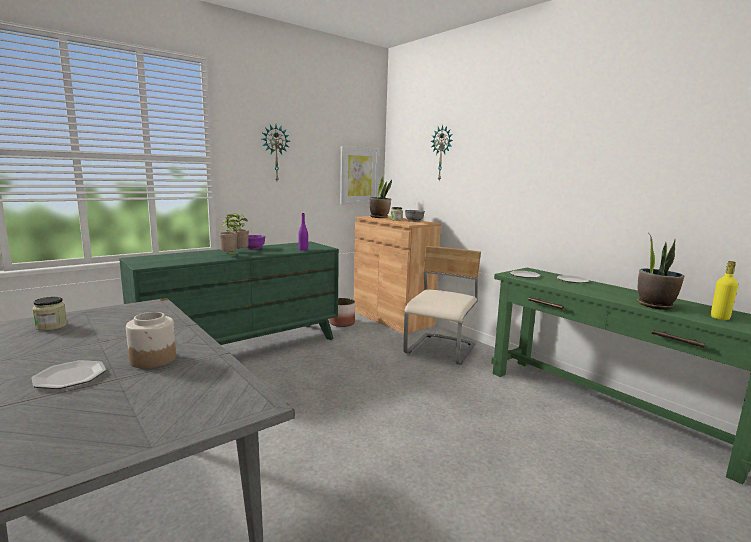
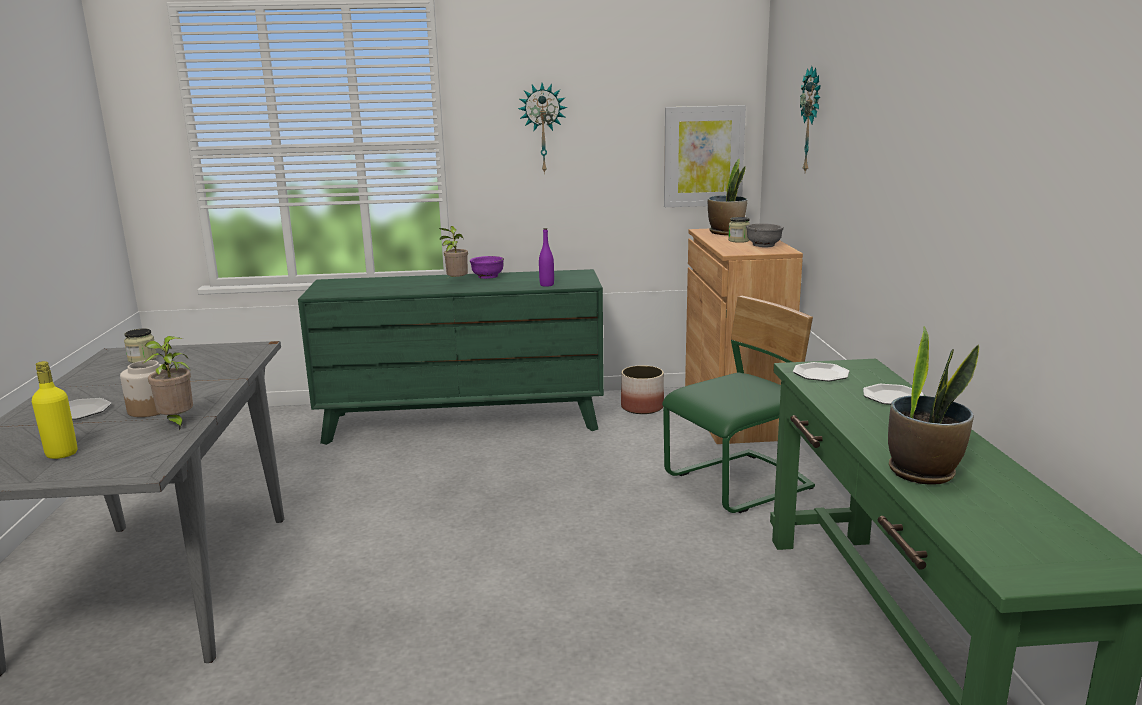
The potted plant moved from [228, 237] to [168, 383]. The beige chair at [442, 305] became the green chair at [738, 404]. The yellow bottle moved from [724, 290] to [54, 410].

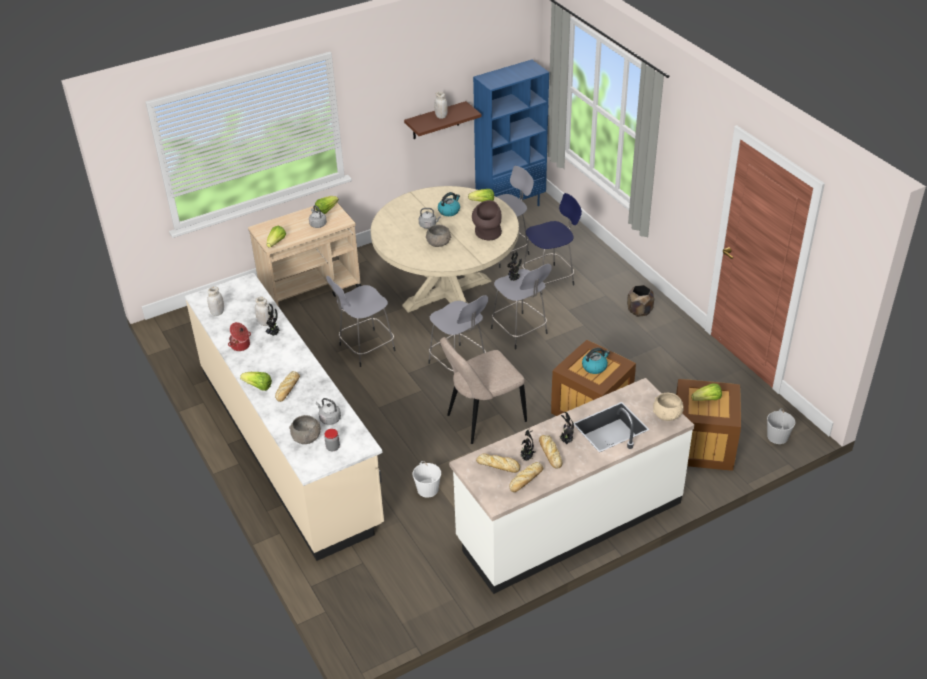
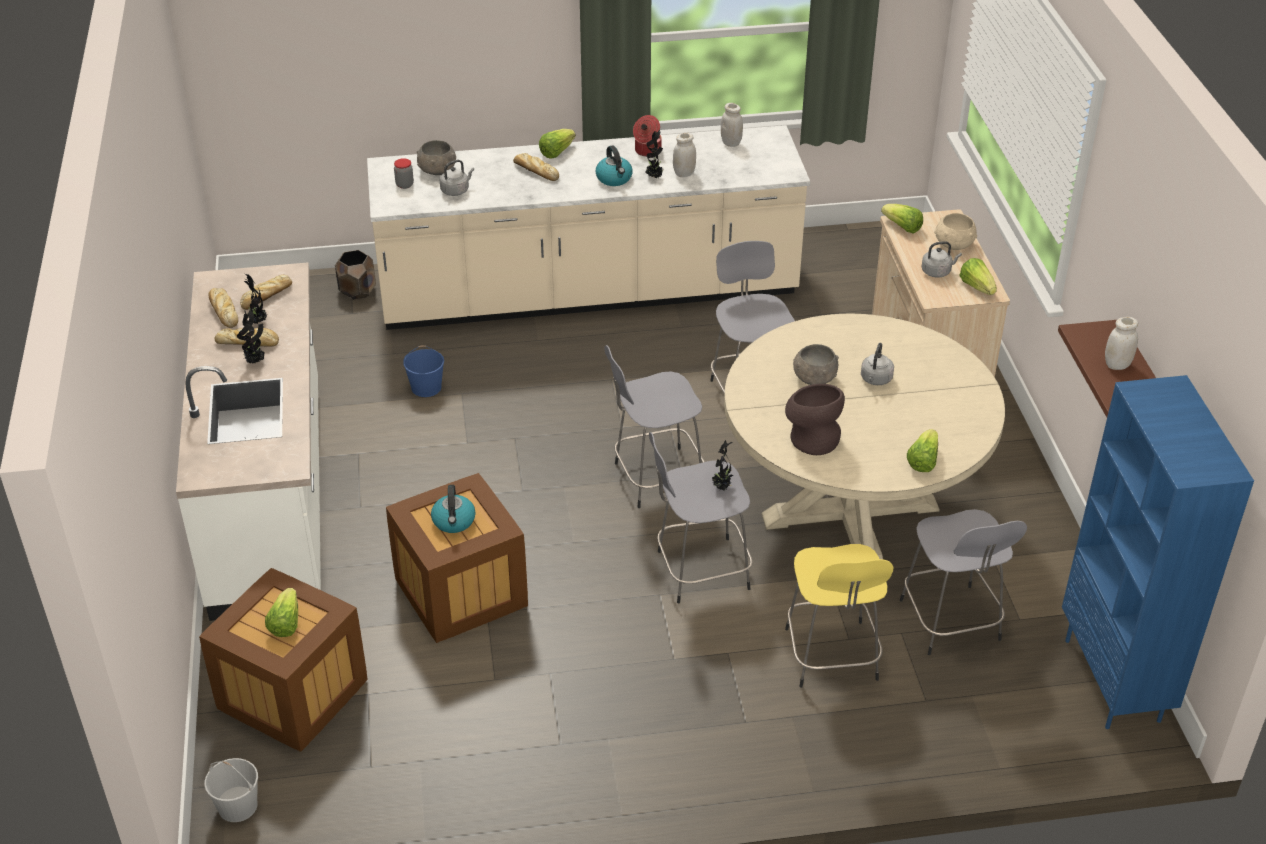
The white bucket at [426, 479] became the blue bucket at [423, 371]. The kettle moved from [449, 204] to [614, 165]. The beige chair at [483, 390] disappeared. The blue stool at [552, 243] became the yellow stool at [839, 616]. The brown planter moved from [640, 301] to [355, 275]. The beige bowl moved from [668, 407] to [955, 231].

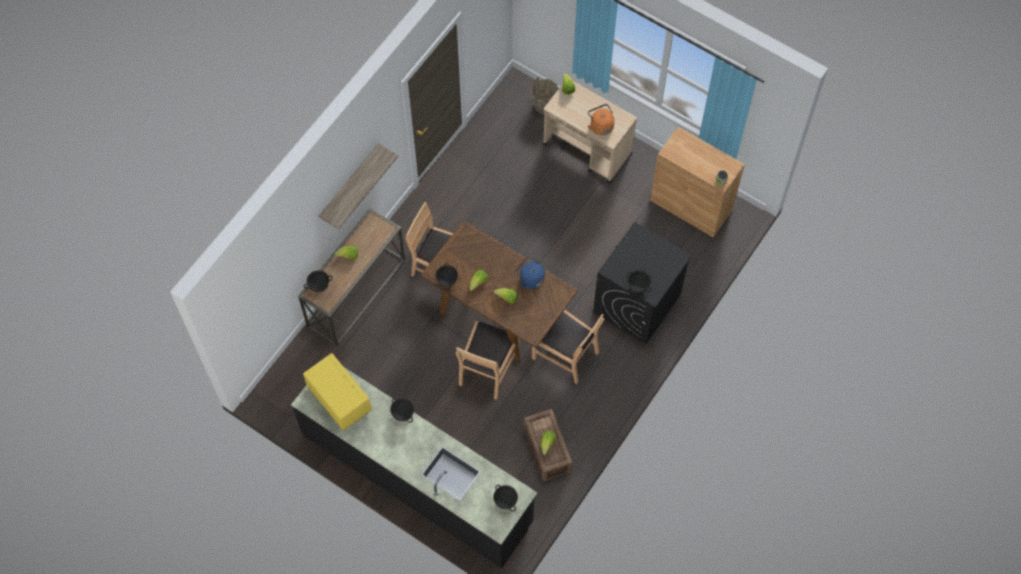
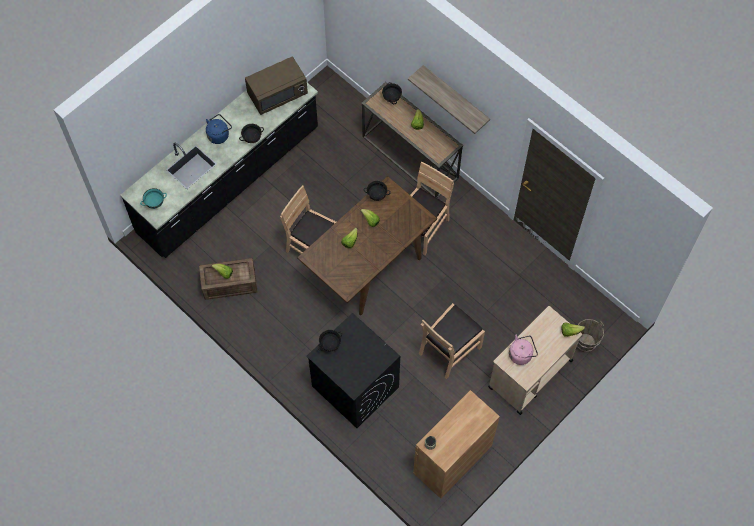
The yellow microwave at [337, 392] became the brown microwave at [276, 85]. The black bowl at [505, 498] became the turquoise bowl at [153, 198]. The blue kettle moved from [530, 272] to [219, 129]. The brown chair moved from [568, 347] to [452, 341]. The orange kettle at [601, 119] became the pink kettle at [523, 350].

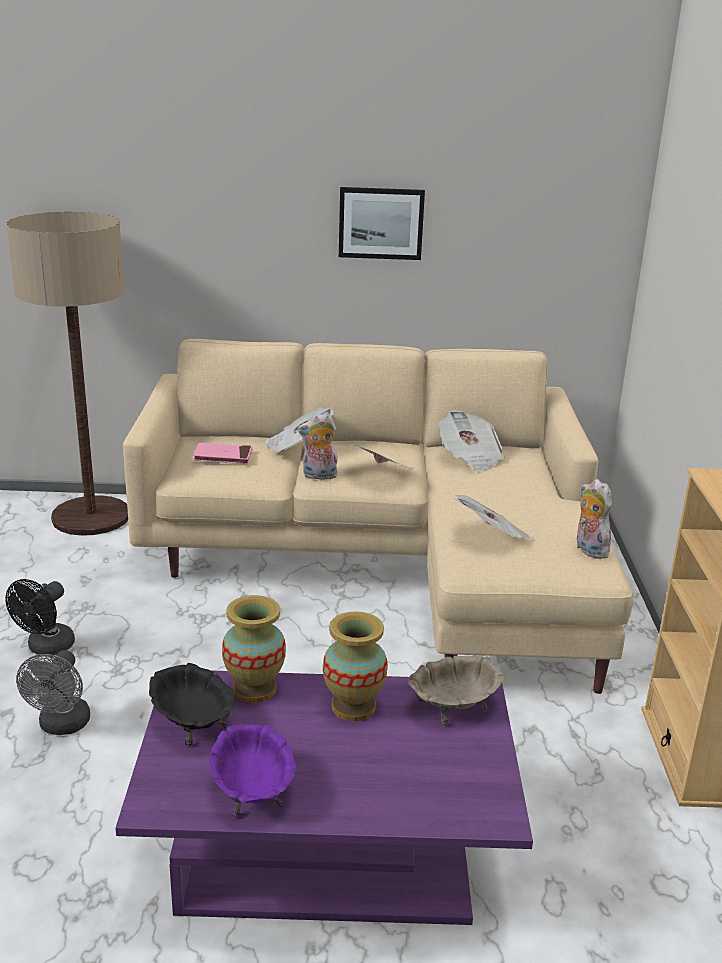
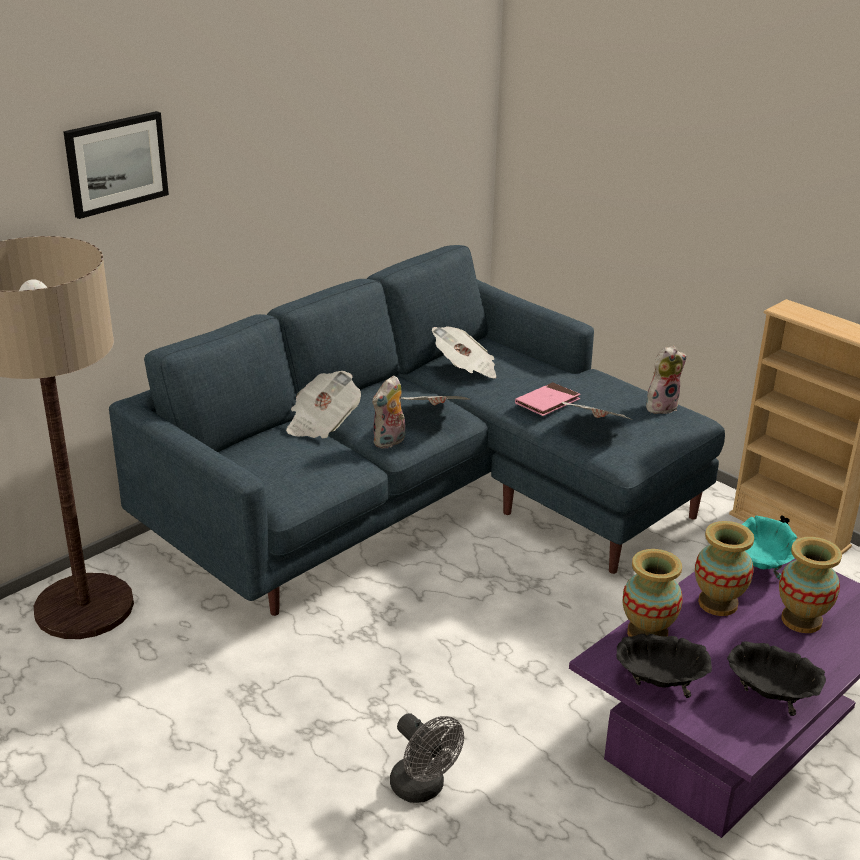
The black fan at [40, 617] disappeared. The beige sofa at [378, 516] became the blue sofa at [417, 430]. The pink book moved from [222, 453] to [547, 399]. The purple bowl at [252, 770] became the black bowl at [776, 679]. The picture moved from [382, 223] to [116, 165]. The beige bowl at [456, 690] became the turquoise bowl at [769, 548]. The plush toy at [594, 519] turned 135 degrees clockwise. The vase at [810, 585] appeared.

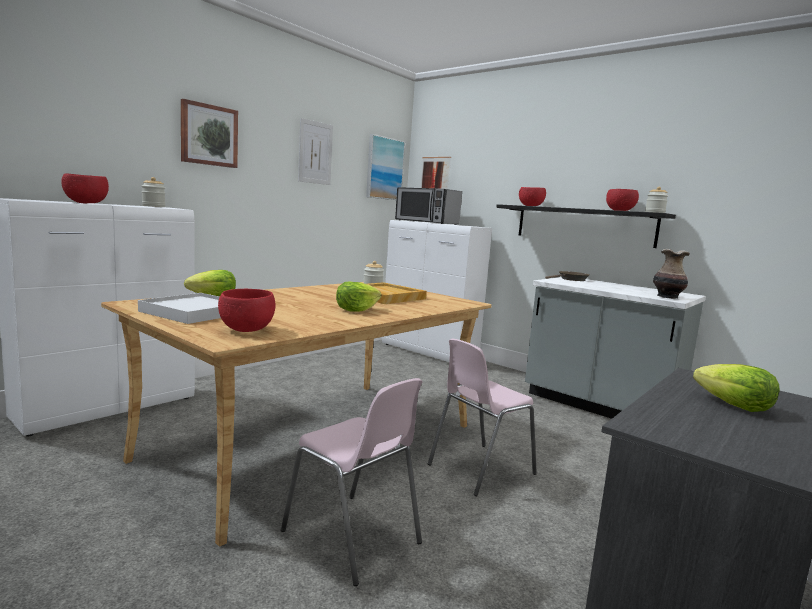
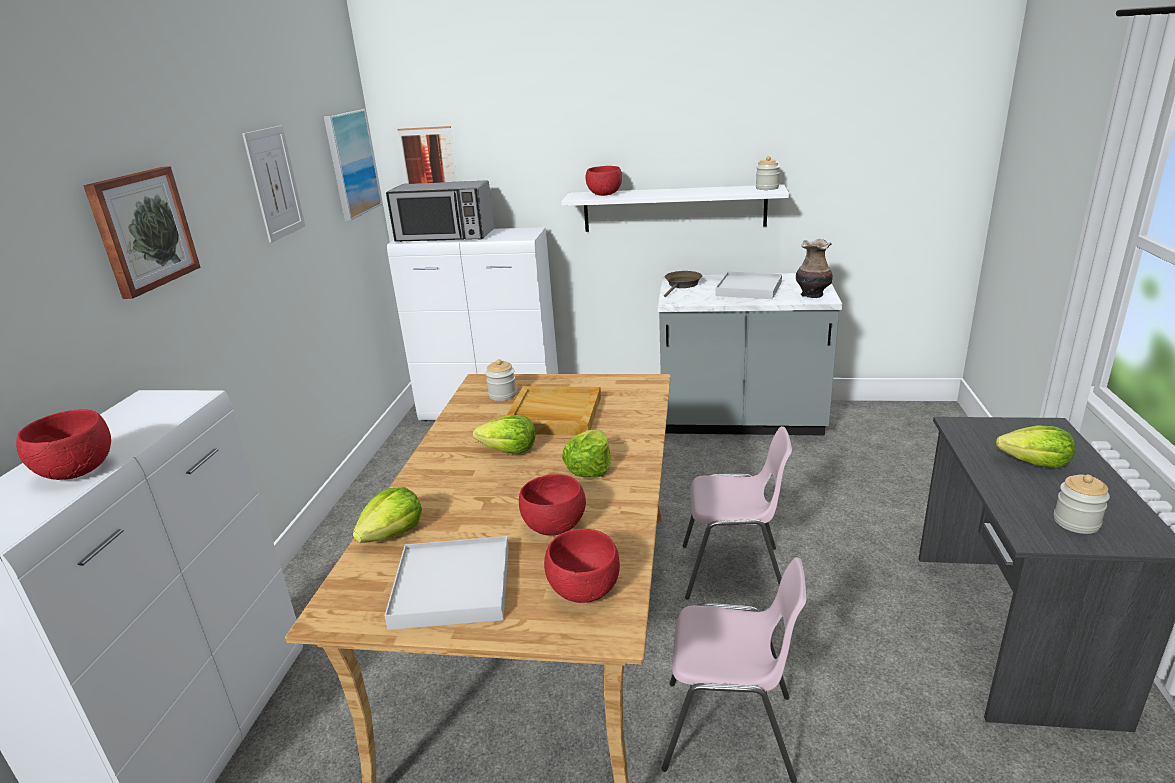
The jar moved from [154, 192] to [1082, 504]. The pink chair at [482, 417] turned 105 degrees counterclockwise. The black shelf at [586, 226] became the white shelf at [675, 208]. The red bowl moved from [622, 200] to [552, 505]. The lettuce at [504, 434] appeared. The white tray at [749, 285] appeared.

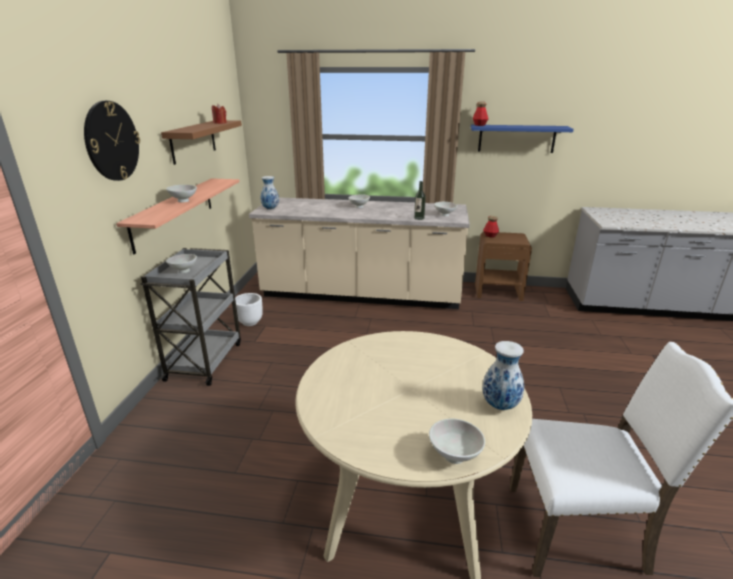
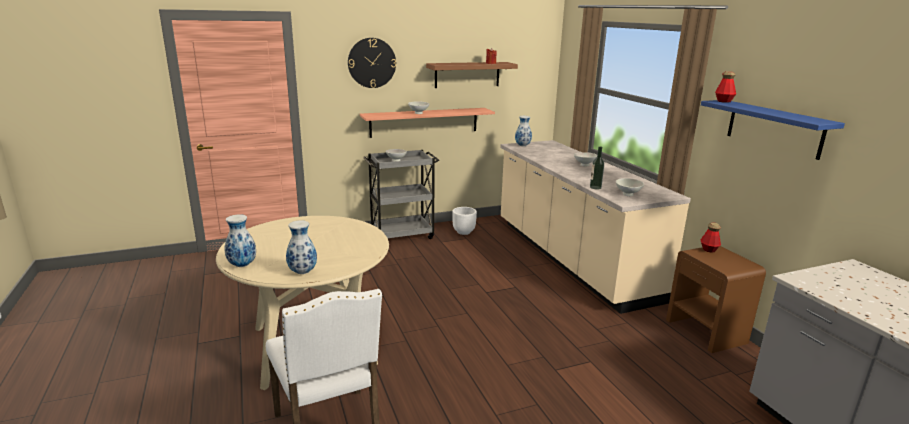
The white bowl at [457, 441] was replaced by the vase at [240, 241].

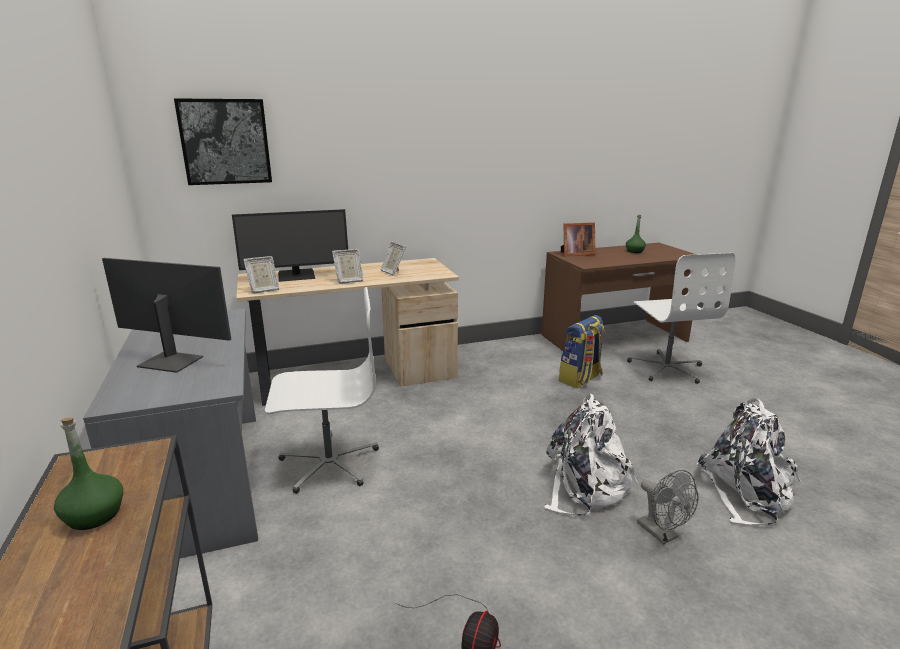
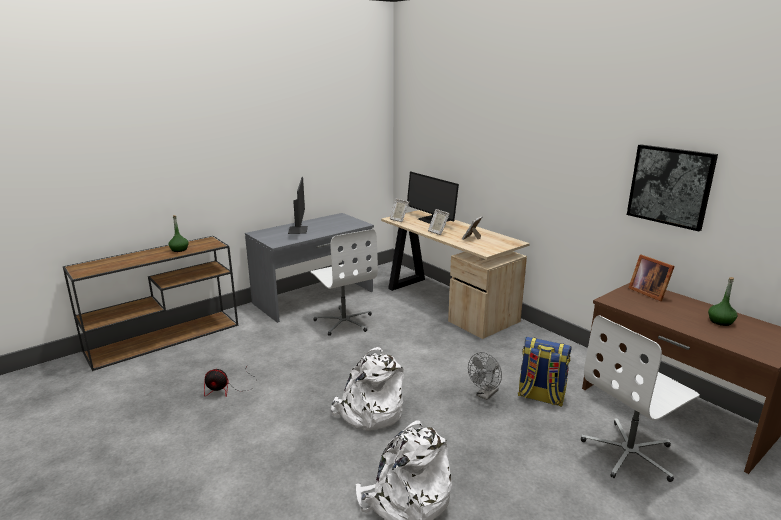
The picture moved from [223, 141] to [672, 187]. The grey fan moved from [668, 507] to [485, 376].

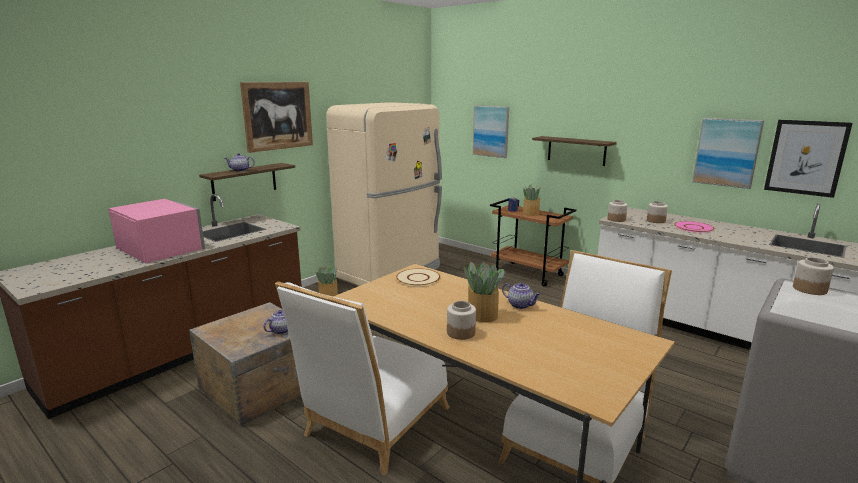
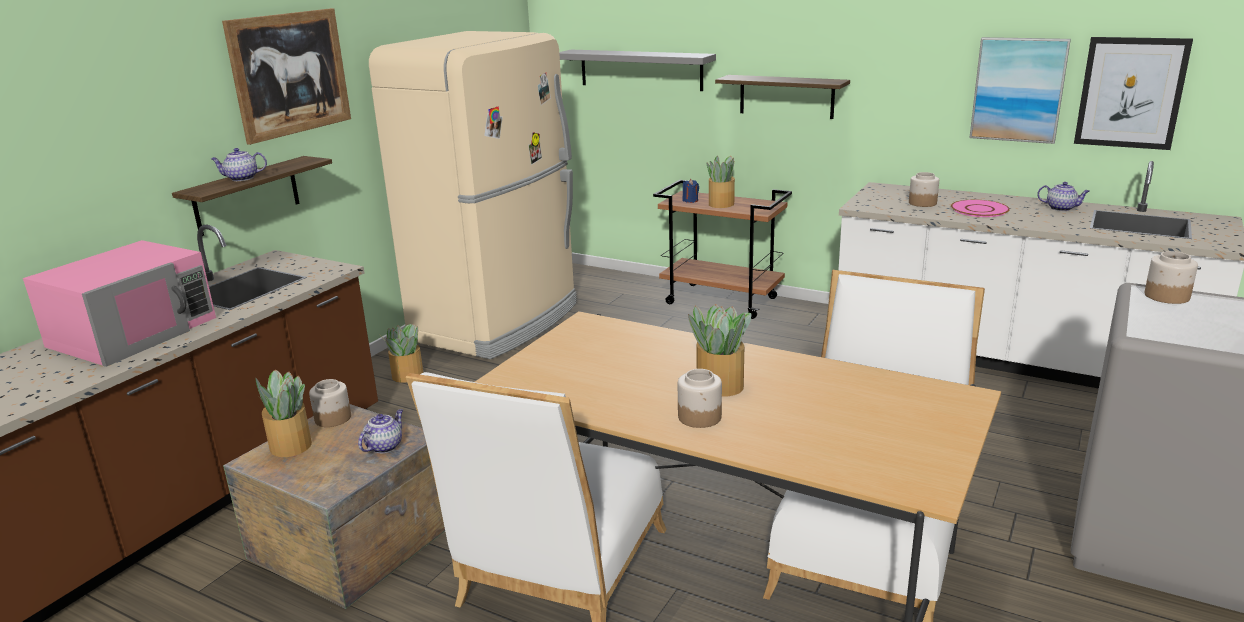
The pink microwave at [156, 231] turned 90 degrees clockwise. The beige plate at [418, 277] disappeared. The picture at [491, 131] was replaced by the grey shelf at [637, 70]. The teapot moved from [521, 295] to [1063, 196]. The jar moved from [617, 211] to [330, 403]. The potted plant at [284, 413] appeared.

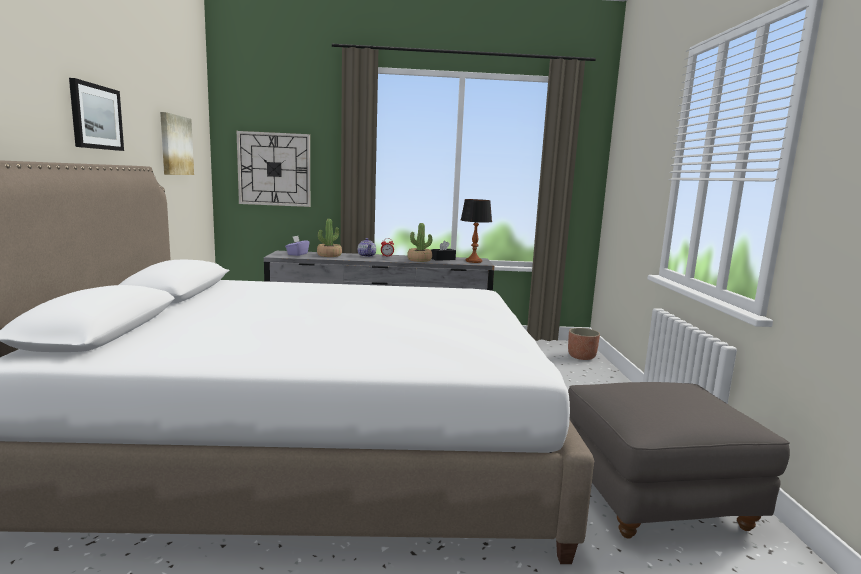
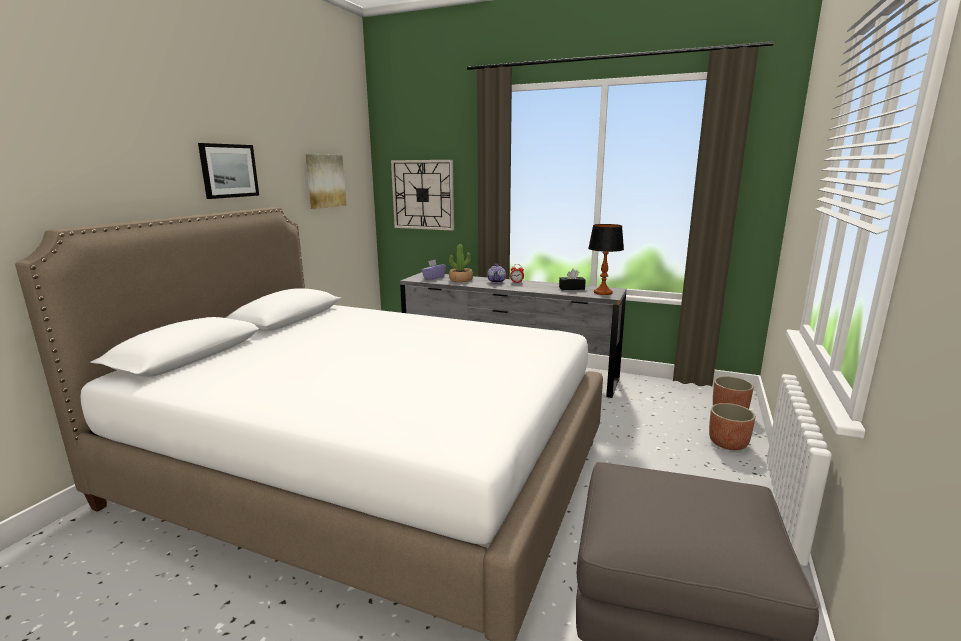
The potted plant at [419, 242] disappeared. The planter at [732, 426] appeared.

